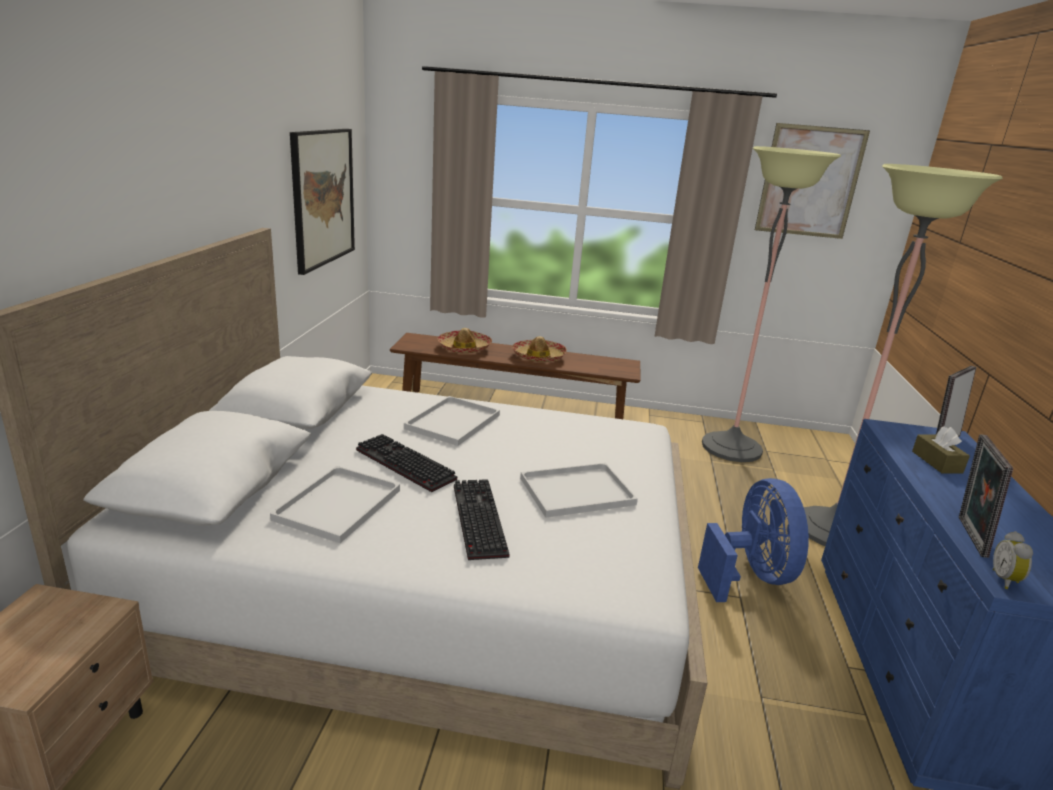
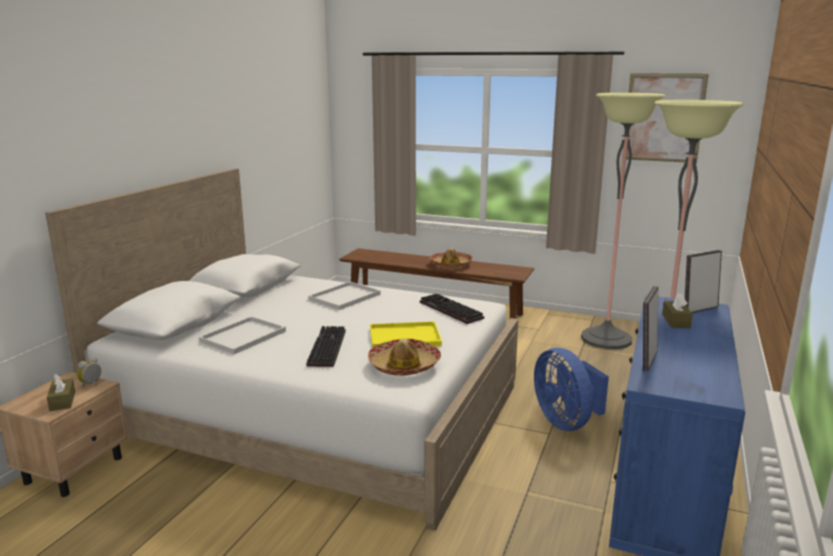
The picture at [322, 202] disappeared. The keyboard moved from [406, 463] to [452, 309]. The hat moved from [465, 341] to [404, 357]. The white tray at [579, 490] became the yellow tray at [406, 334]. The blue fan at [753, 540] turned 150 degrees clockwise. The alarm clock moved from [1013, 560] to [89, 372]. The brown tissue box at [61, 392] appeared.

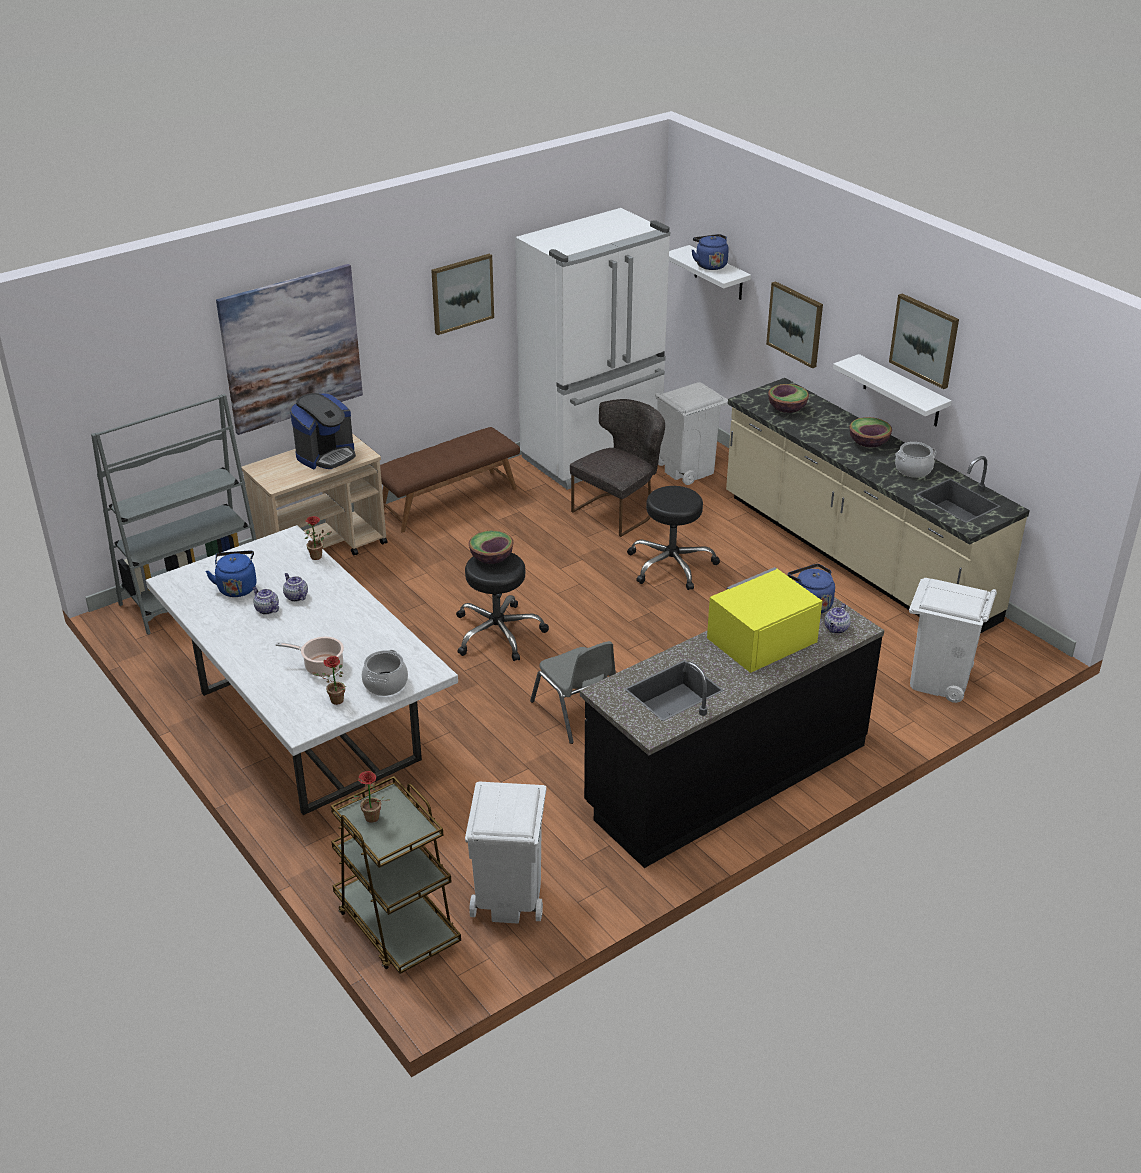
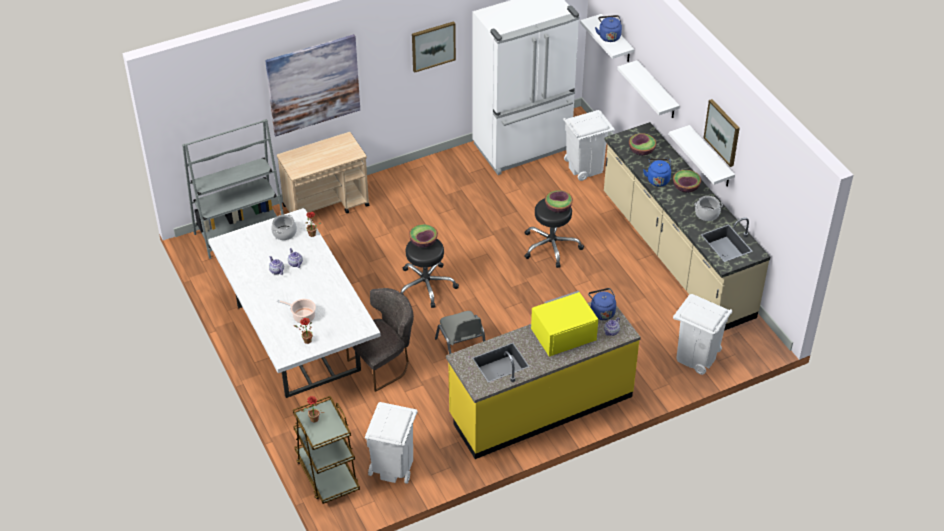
The blue kettle moved from [231, 574] to [657, 172]. The coffee machine at [323, 431] disappeared. The cooking pot moved from [385, 673] to [284, 227]. The brown bench at [450, 480] disappeared. The grey chair moved from [617, 468] to [380, 340]. The black counter at [732, 732] became the yellow counter at [543, 380]. The picture at [794, 324] was replaced by the white shelf at [648, 89]. The bowl at [559, 201] appeared.

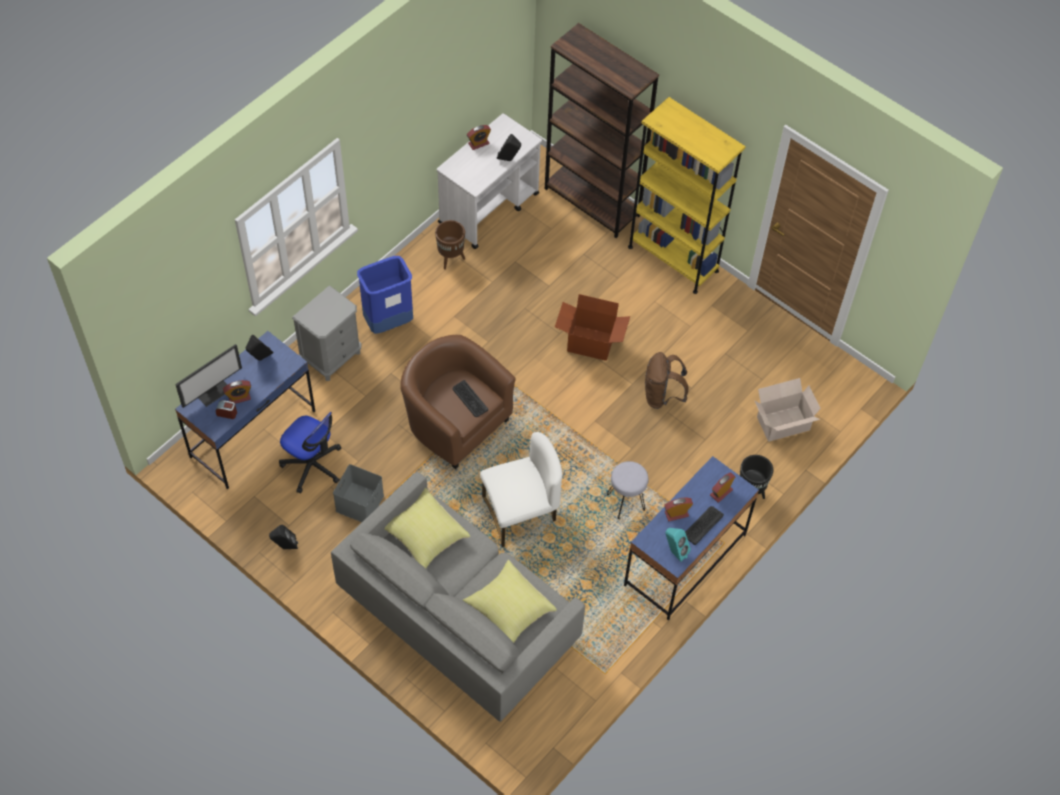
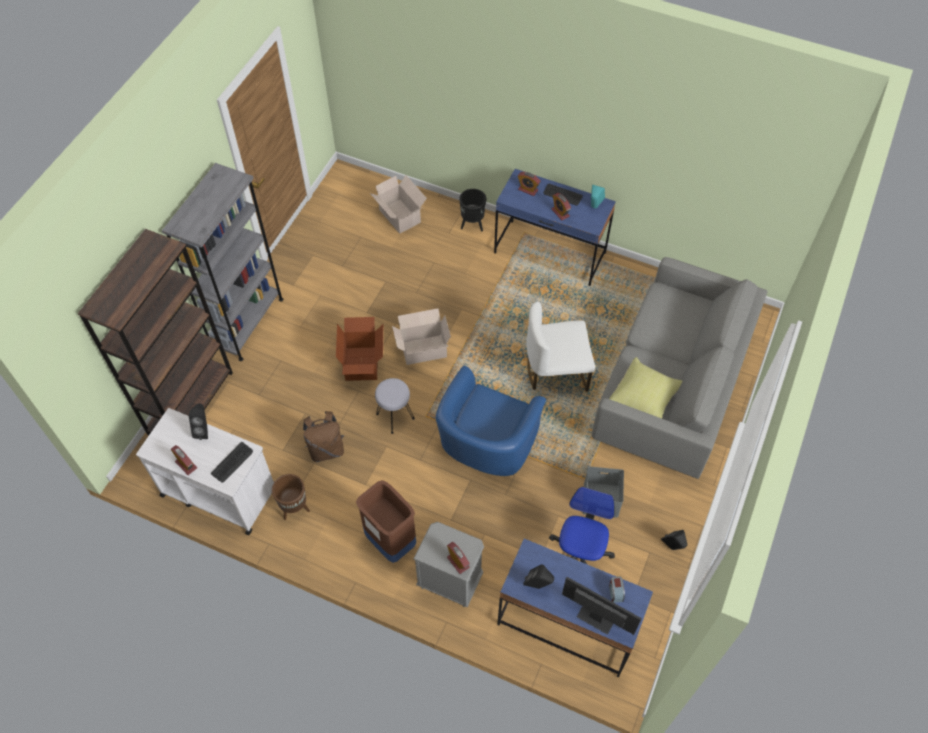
The alarm clock moved from [237, 392] to [458, 558]. The blue trash can at [385, 295] became the brown trash can at [386, 521]. The brown armchair at [458, 402] became the blue armchair at [491, 421]. The keyboard moved from [470, 398] to [232, 462]. The yellow pillow at [510, 601] disappeared. The white chair at [521, 489] turned 60 degrees counterclockwise. The grey stool moved from [627, 490] to [395, 406]. The yellow bookcase at [687, 195] became the grey bookcase at [222, 262]. The brown backpack moved from [667, 380] to [323, 436]. The cardboard box at [421, 336] appeared.

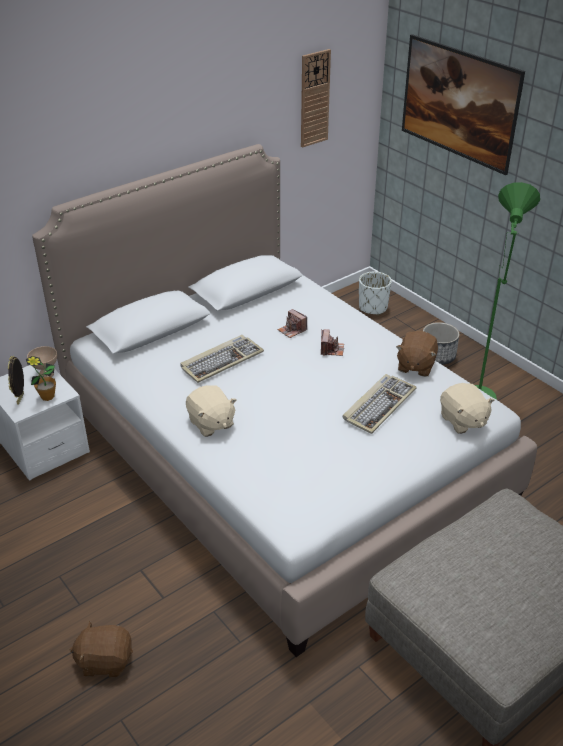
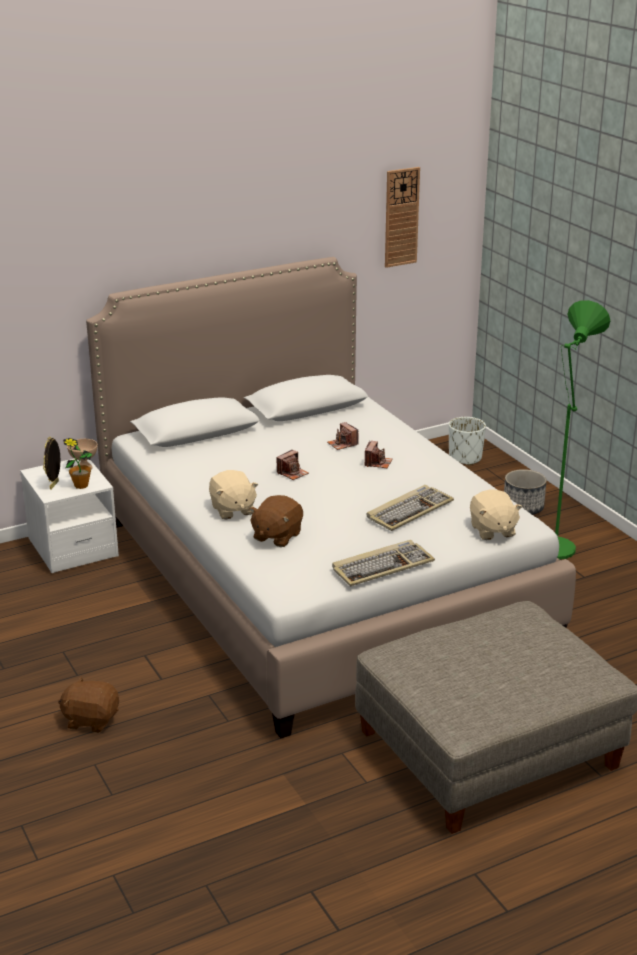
The keyboard moved from [222, 359] to [383, 563]. The brown plush toy moved from [417, 354] to [276, 521]. The picture at [463, 104] disappeared. The photo camera at [292, 465] appeared.

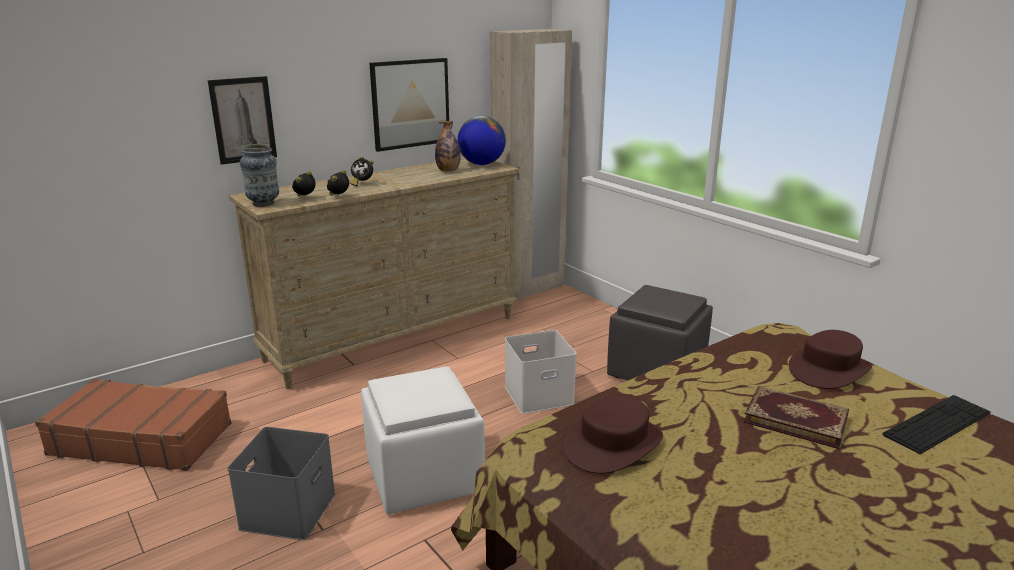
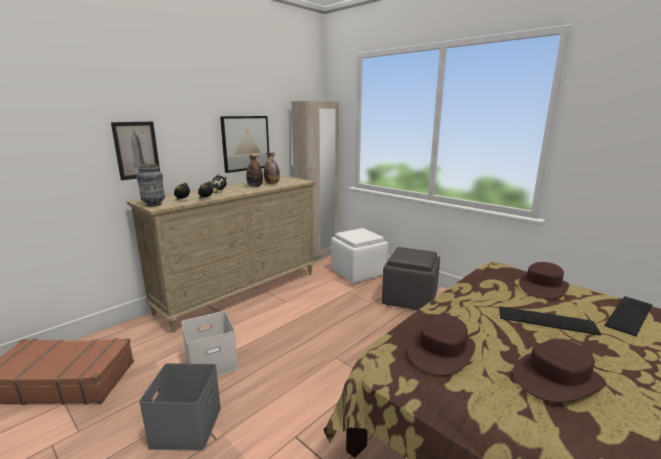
The white ottoman moved from [423, 440] to [359, 255]. The globe at [481, 140] disappeared. The white storage box moved from [541, 372] to [209, 343]. The book at [796, 417] was replaced by the keyboard at [550, 321]. The bottle at [254, 170] appeared. The brown hat at [560, 371] appeared.

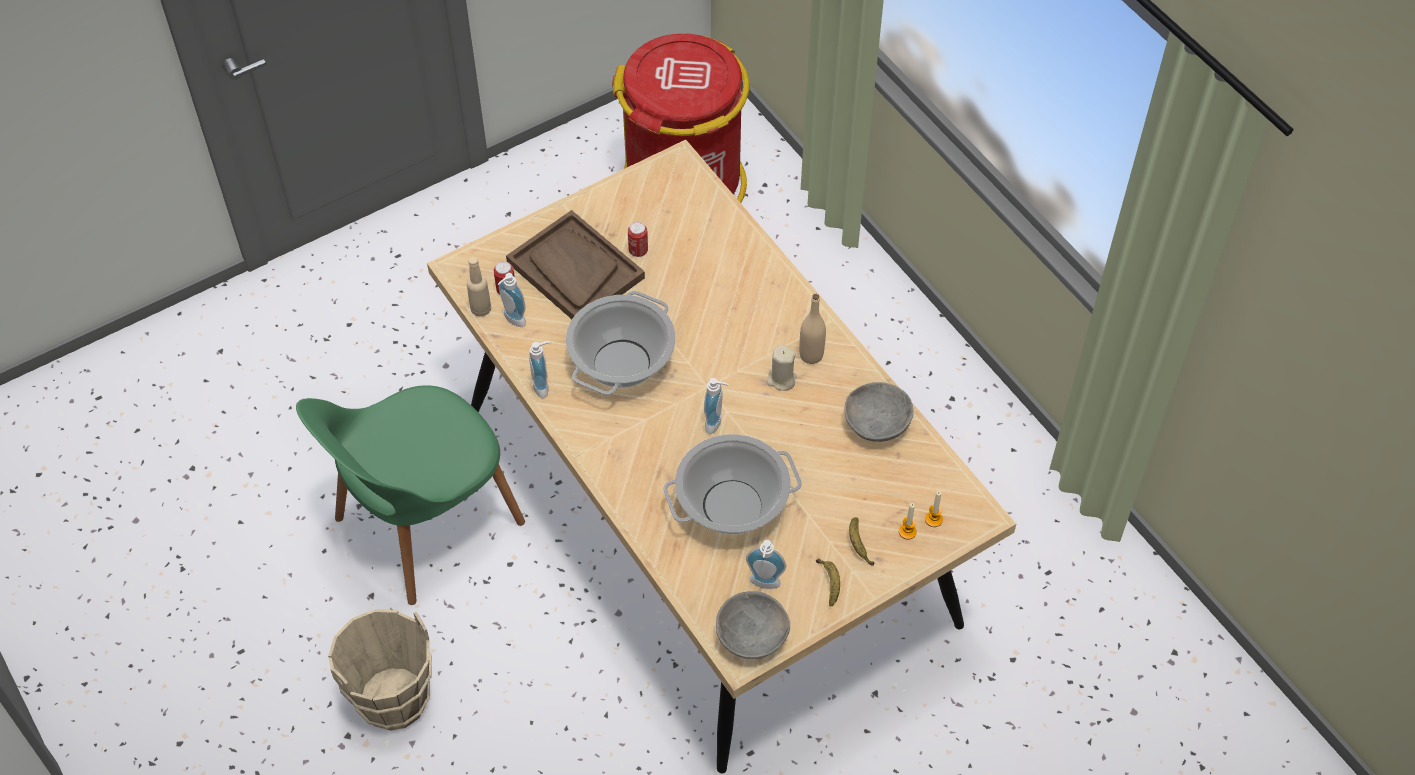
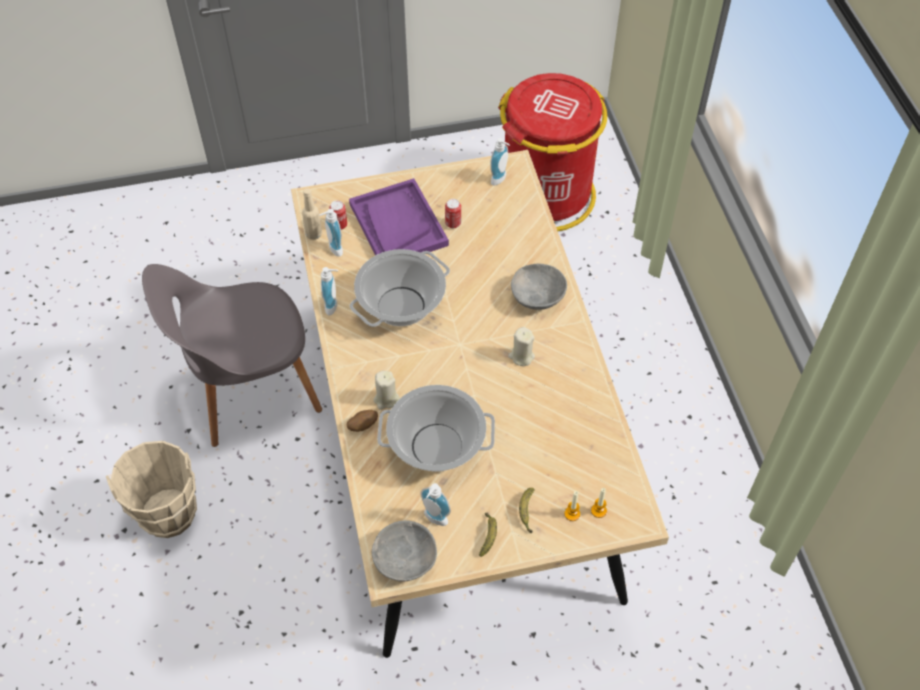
The green chair at [410, 495] became the grey chair at [232, 355]. The brown tray at [575, 264] became the purple tray at [399, 216]. The soap dispenser moved from [716, 406] to [500, 162]. The beige bottle at [812, 329] disappeared. The grey bowl moved from [879, 412] to [539, 287]. The potato at [362, 421] appeared. The beige candle at [387, 390] appeared.

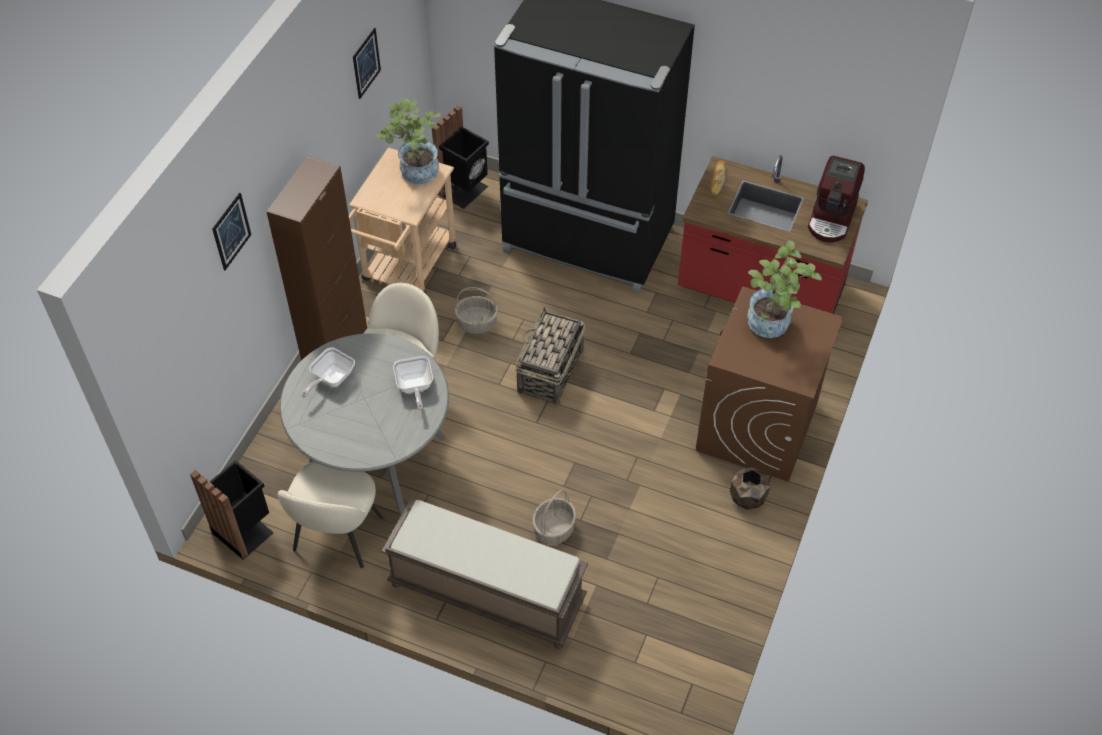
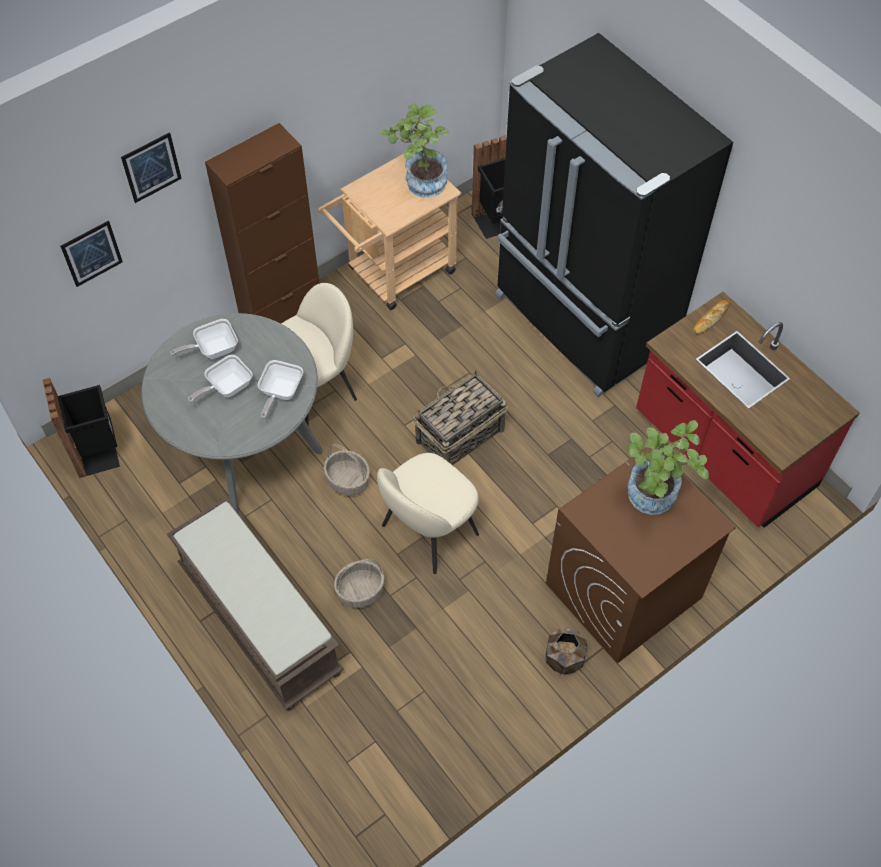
The beige chair moved from [330, 515] to [428, 513]. The picture moved from [367, 63] to [91, 253]. The basket moved from [476, 310] to [347, 470]. The coffee machine at [836, 199] disappeared. The frying pan at [220, 379] appeared.

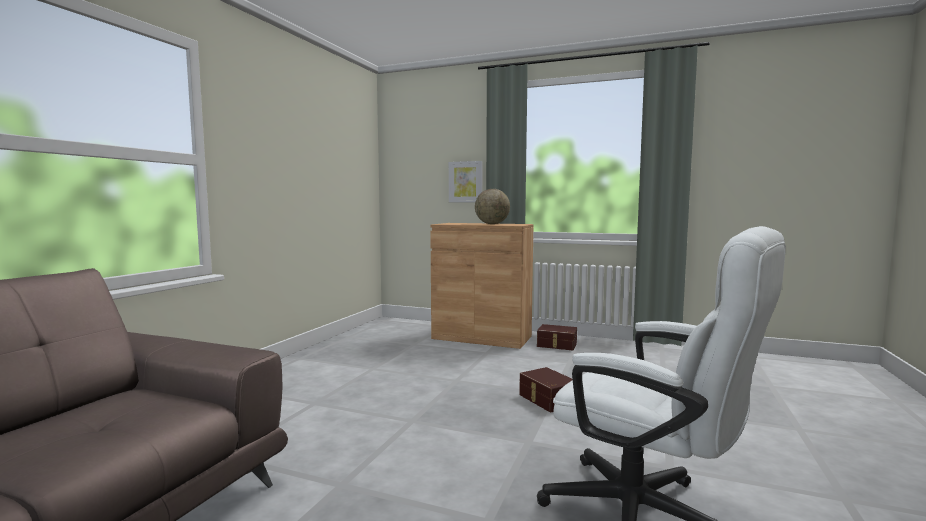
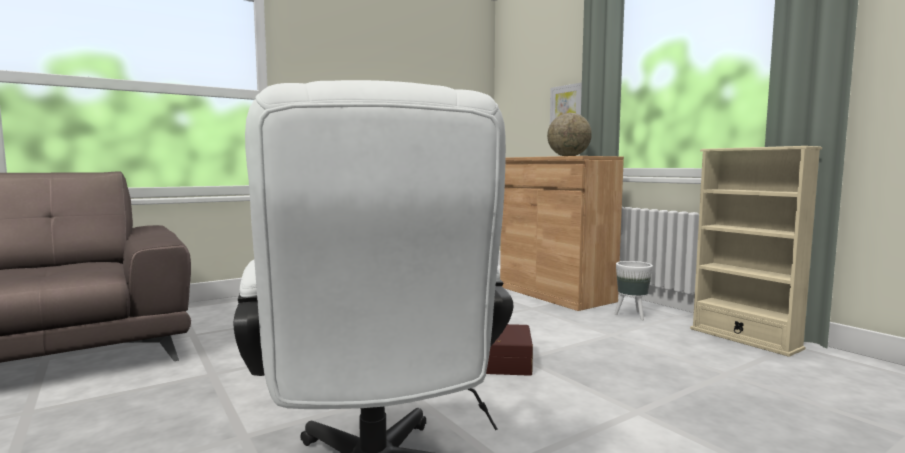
The brown storage box at [557, 337] was replaced by the white planter at [633, 290]. The beige bookcase at [756, 251] appeared.

